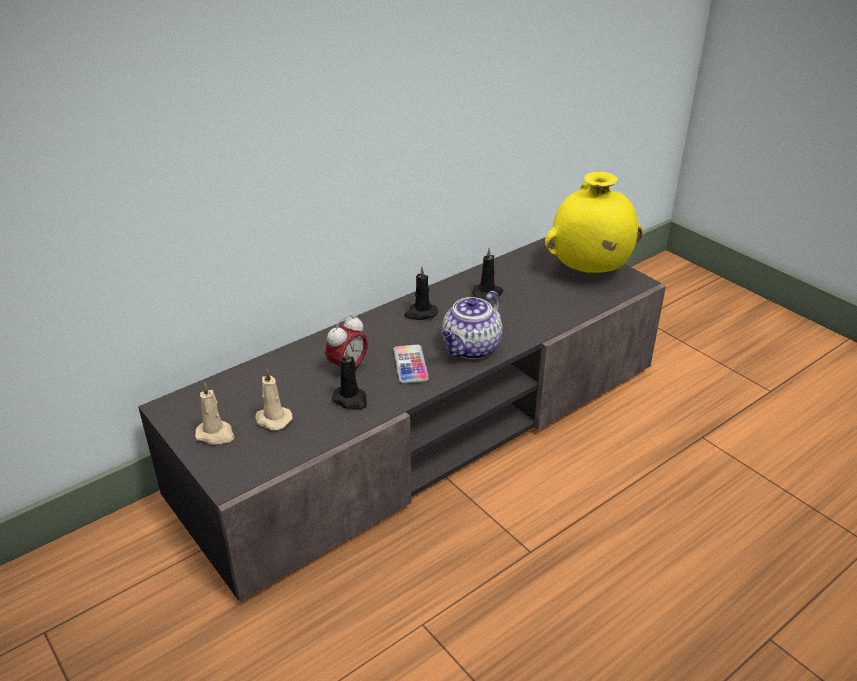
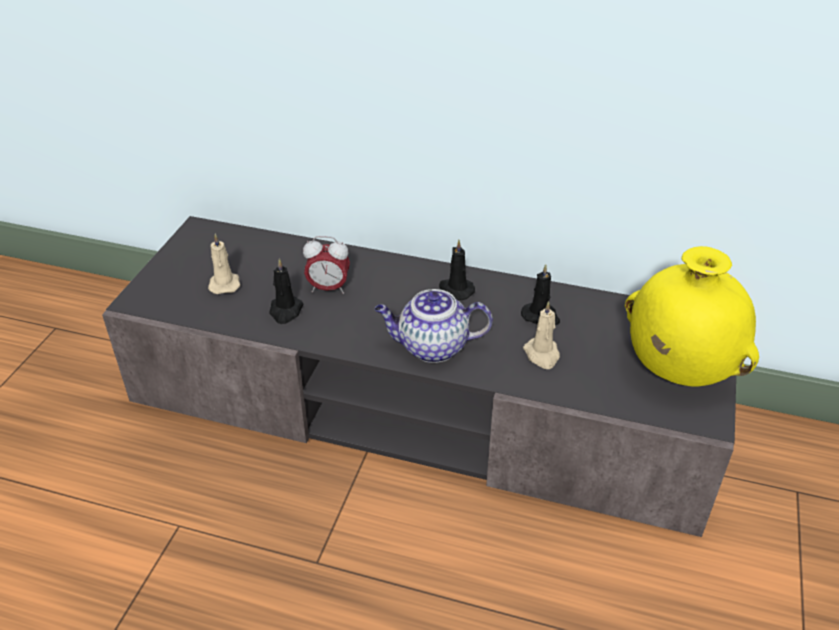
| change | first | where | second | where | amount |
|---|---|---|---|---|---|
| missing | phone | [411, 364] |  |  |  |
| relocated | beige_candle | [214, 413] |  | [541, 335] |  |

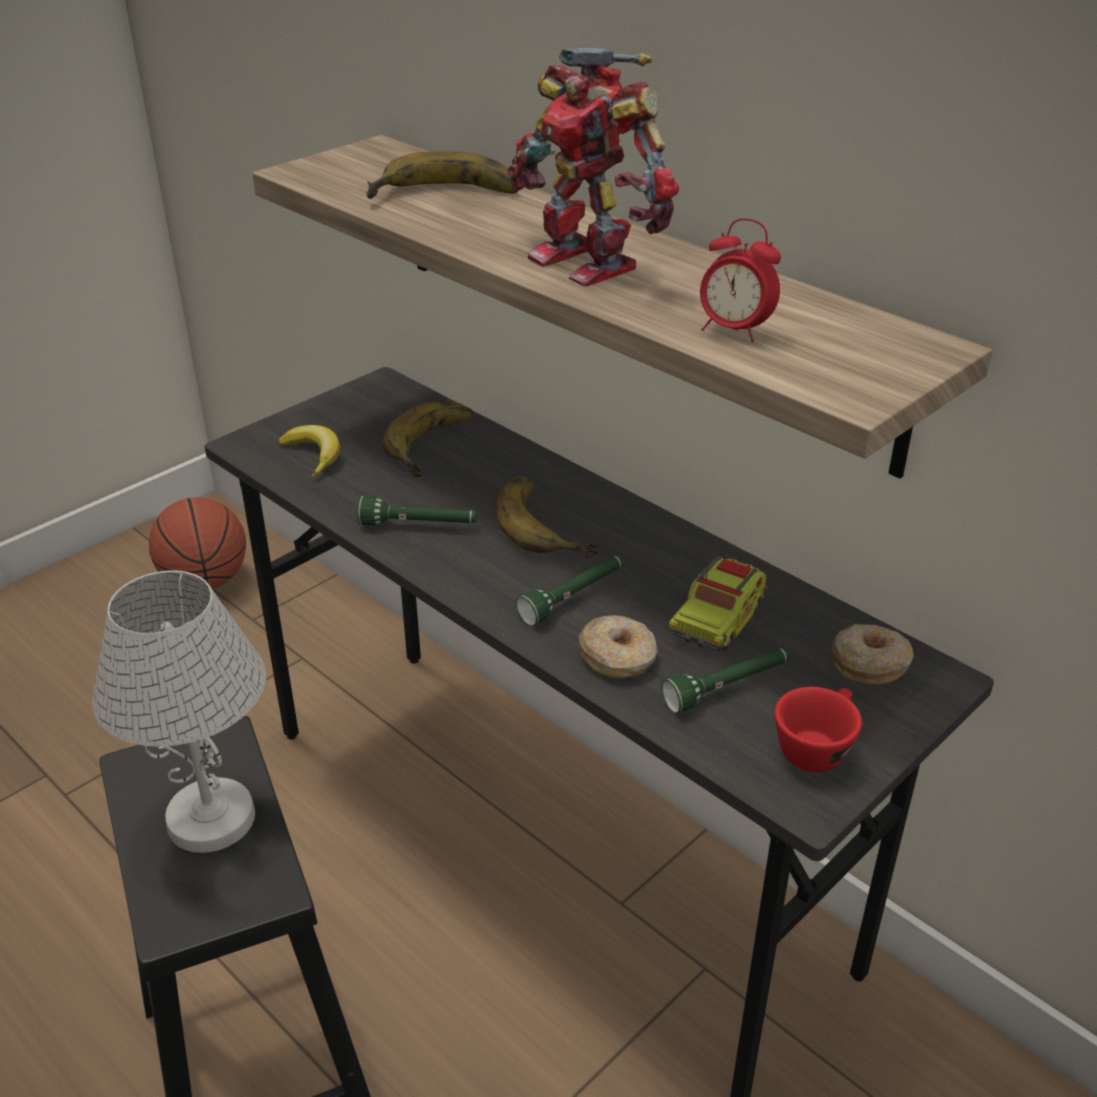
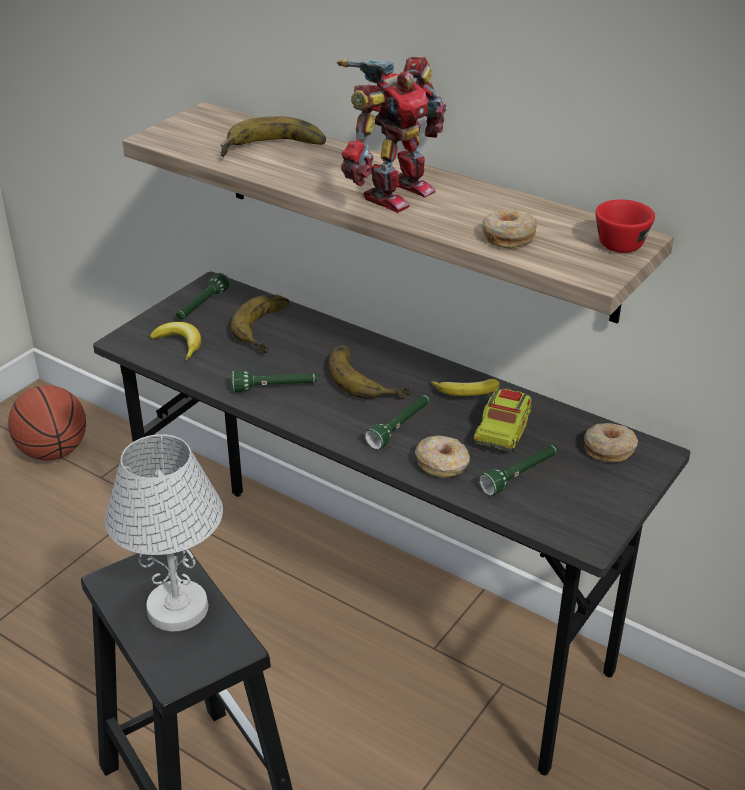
| change | first | where | second | where | amount |
|---|---|---|---|---|---|
| appeared |  |  | green_flashlight | [203, 296] |  |
| appeared |  |  | banana | [465, 387] |  |
| relocated | red_cup | [818, 729] |  | [625, 226] |  |
| exchanged | alarm_clock | [740, 280] | donut | [509, 229] |  |
| spun | toy_robot | [593, 167] |  | [392, 134] | 90 degrees counterclockwise |

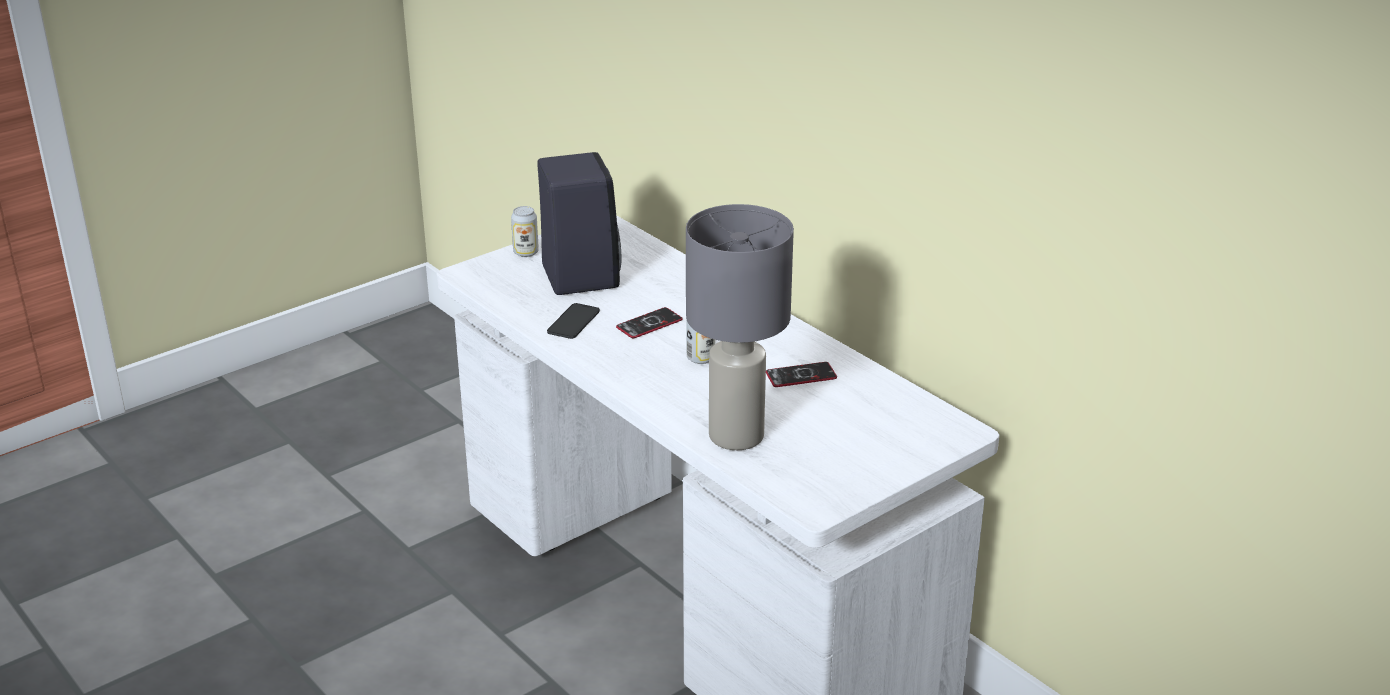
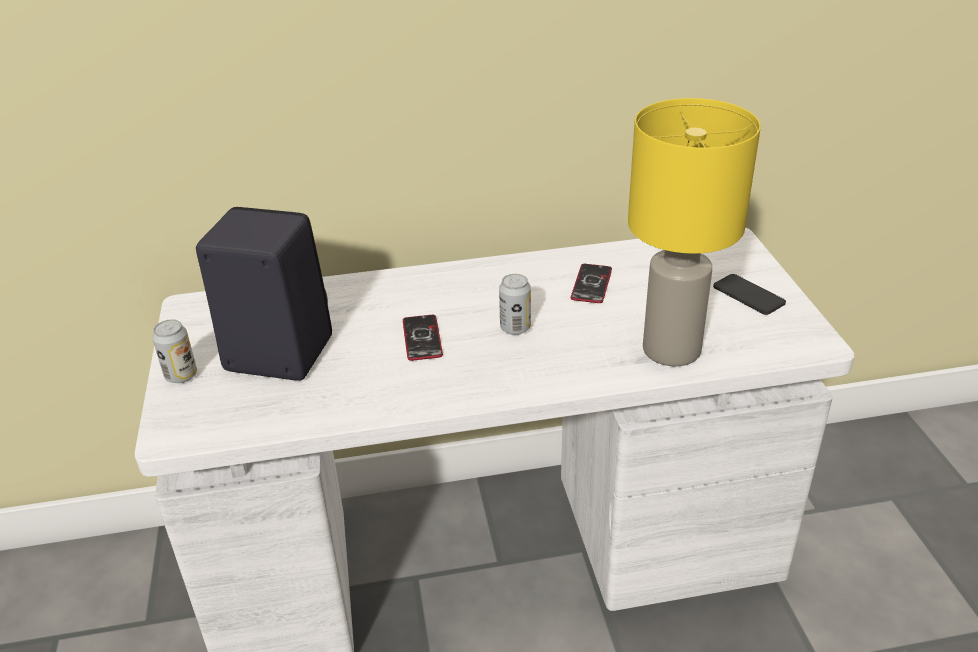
| change | first | where | second | where | amount |
|---|---|---|---|---|---|
| relocated | phone | [573, 321] |  | [749, 294] |  |
| colour | grey_table_lamp | [740, 327] | yellow_table_lamp | [694, 232] |  |

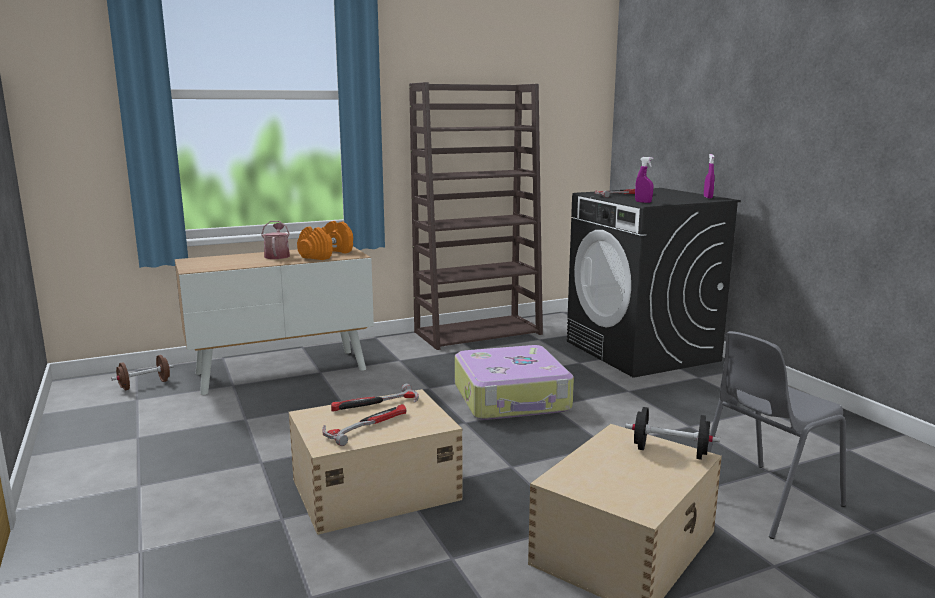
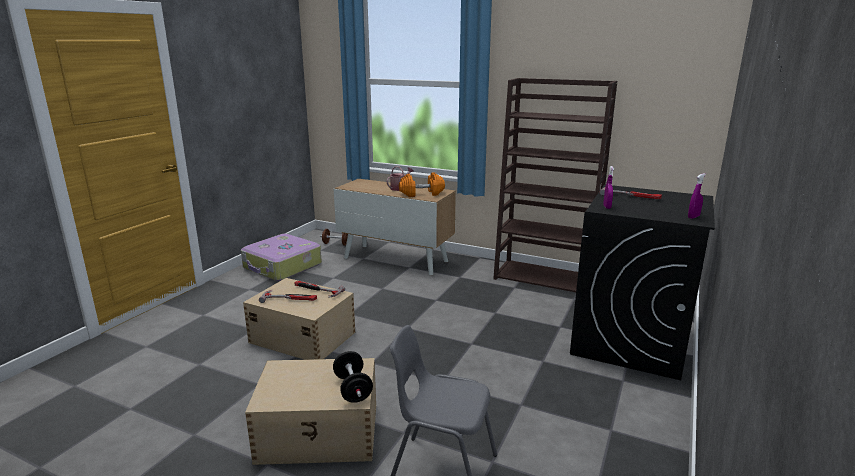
| change | first | where | second | where | amount |
|---|---|---|---|---|---|
| relocated | suitcase | [514, 382] |  | [281, 257] |  |

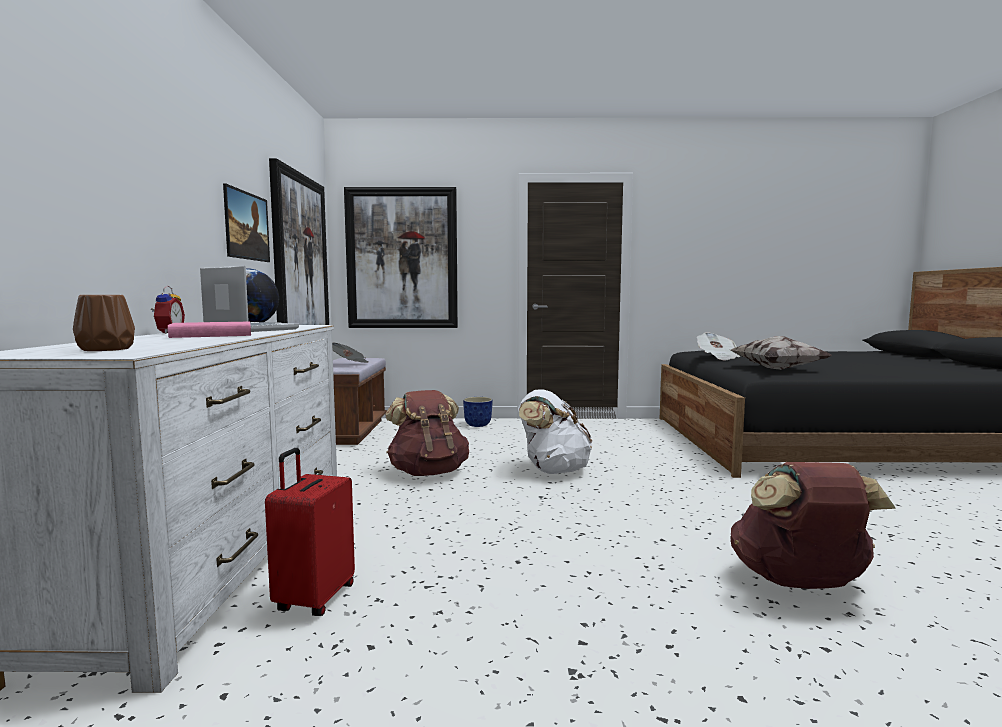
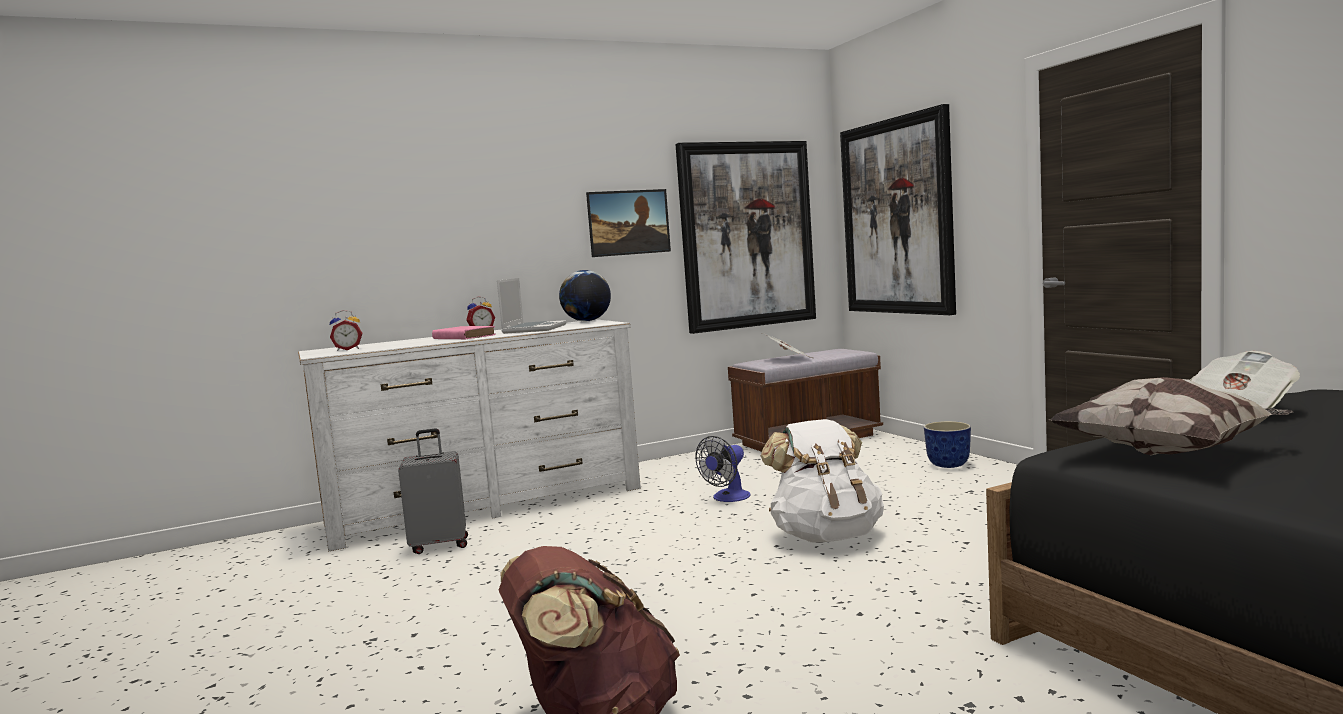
| change | first | where | second | where | amount |
|---|---|---|---|---|---|
| exchanged | brown_vase | [104, 323] | alarm_clock | [346, 330] |  |
| exchanged | brown_backpack | [427, 433] | fan | [723, 469] |  |
| colour | red_suitcase | [310, 532] | grey_suitcase | [433, 491] |  |

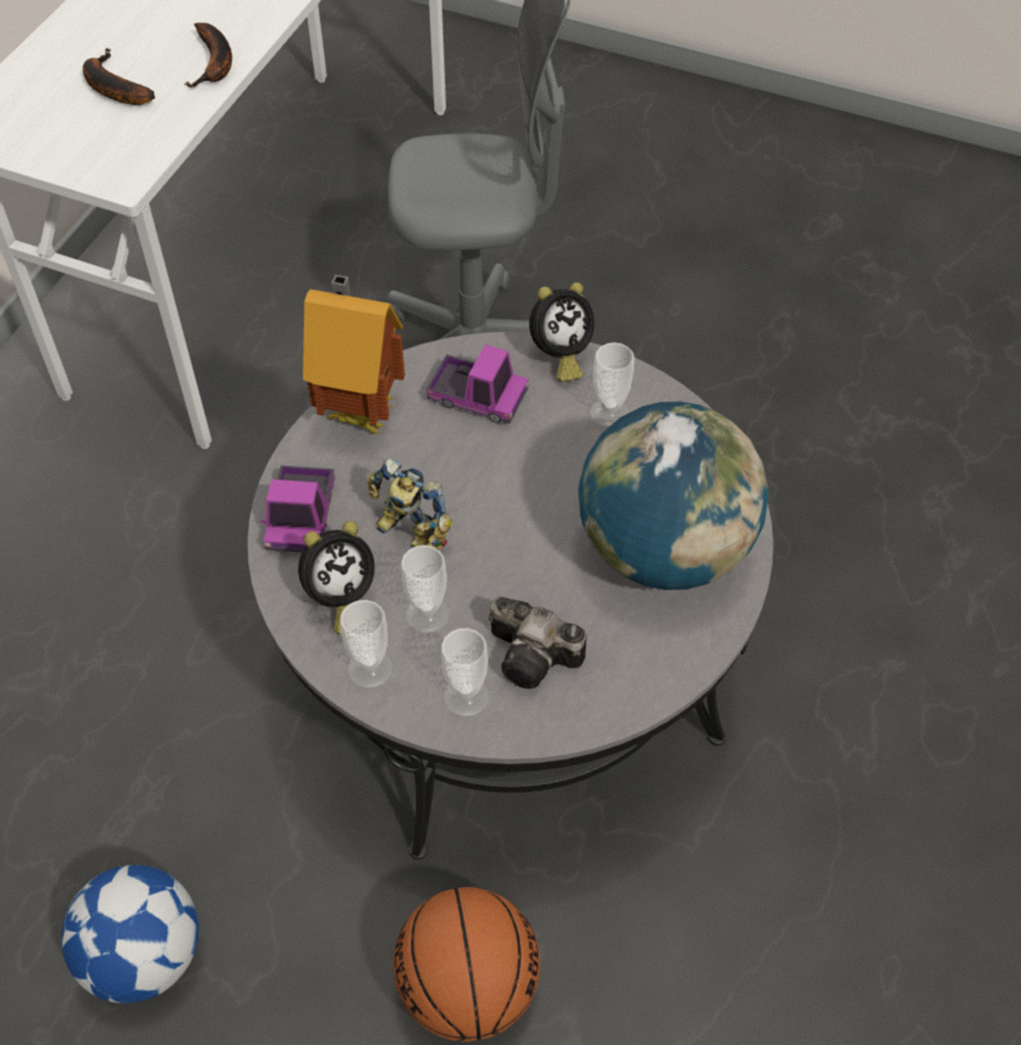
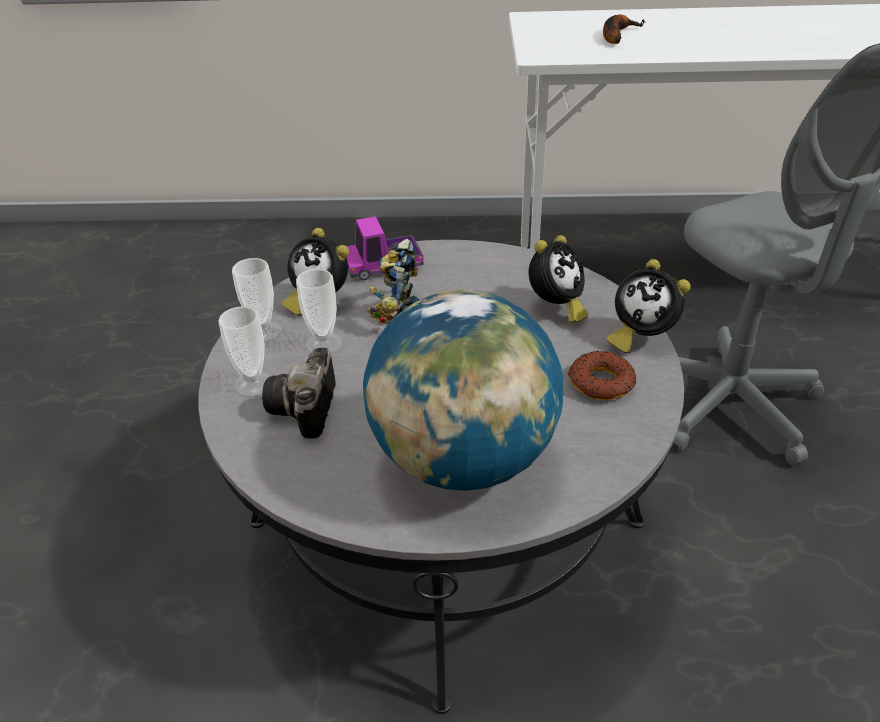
| change | first | where | second | where | amount |
|---|---|---|---|---|---|
| missing | football | [130, 934] |  |  |  |
| missing | banana | [208, 55] |  |  |  |
| missing | toy_house | [354, 354] |  |  |  |
| missing | basketball | [466, 964] |  |  |  |
| exchanged | toy_truck | [477, 384] | alarm_clock | [558, 279] |  |
| exchanged | cup | [612, 385] | donut | [601, 375] |  |

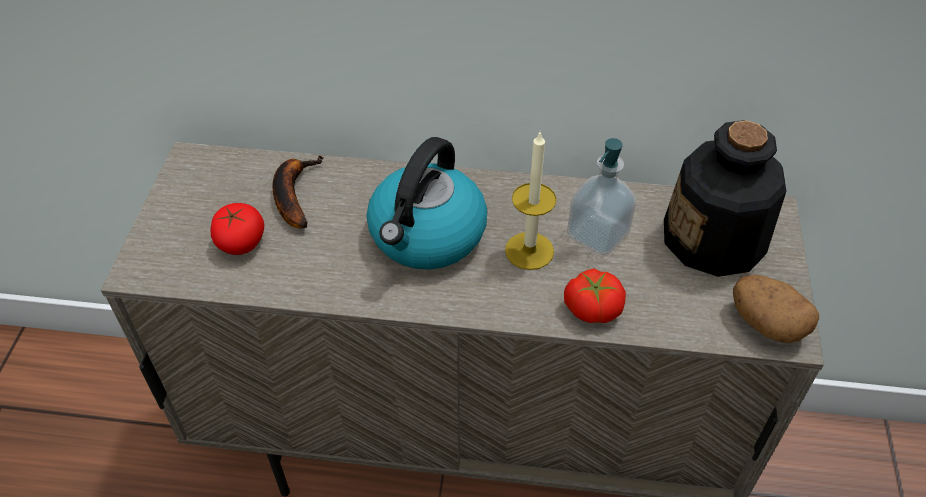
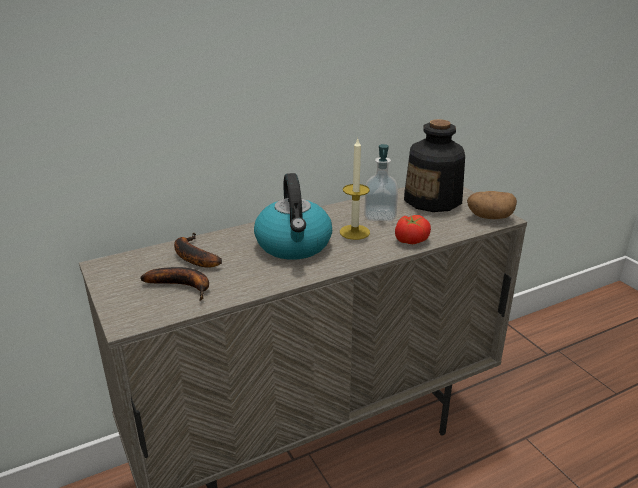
| change | first | where | second | where | amount |
|---|---|---|---|---|---|
| exchanged | tomato | [237, 229] | banana | [174, 284] |  |

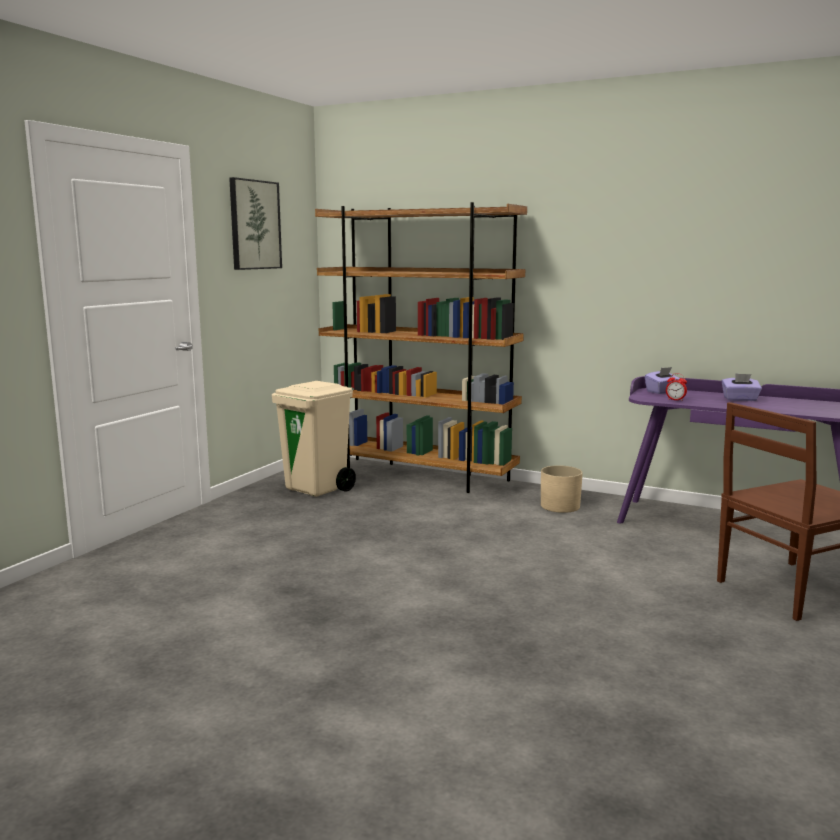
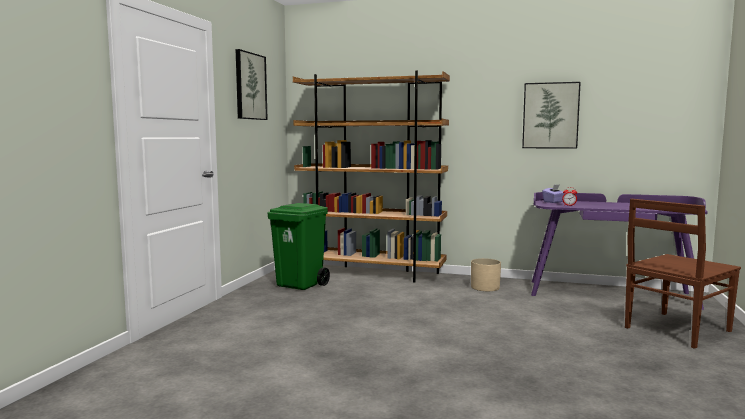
| change | first | where | second | where | amount |
|---|---|---|---|---|---|
| missing | purple_tissue_box | [742, 387] |  |  |  |
| appeared |  |  | picture | [551, 115] |  |
| colour | beige_trash_can | [314, 439] | green_trash_can | [299, 246] |  |

